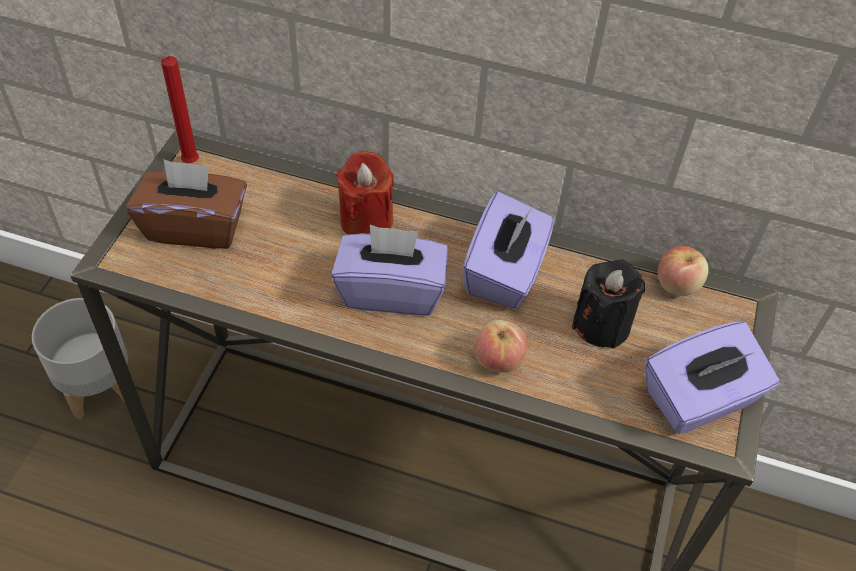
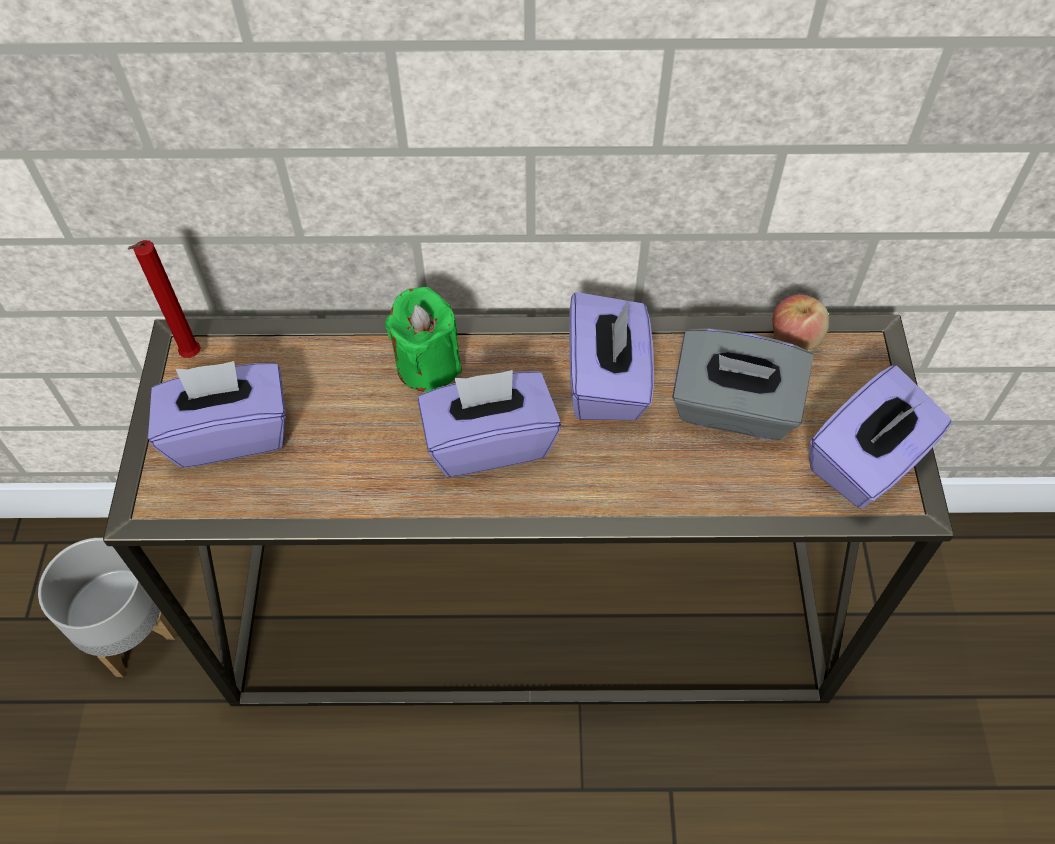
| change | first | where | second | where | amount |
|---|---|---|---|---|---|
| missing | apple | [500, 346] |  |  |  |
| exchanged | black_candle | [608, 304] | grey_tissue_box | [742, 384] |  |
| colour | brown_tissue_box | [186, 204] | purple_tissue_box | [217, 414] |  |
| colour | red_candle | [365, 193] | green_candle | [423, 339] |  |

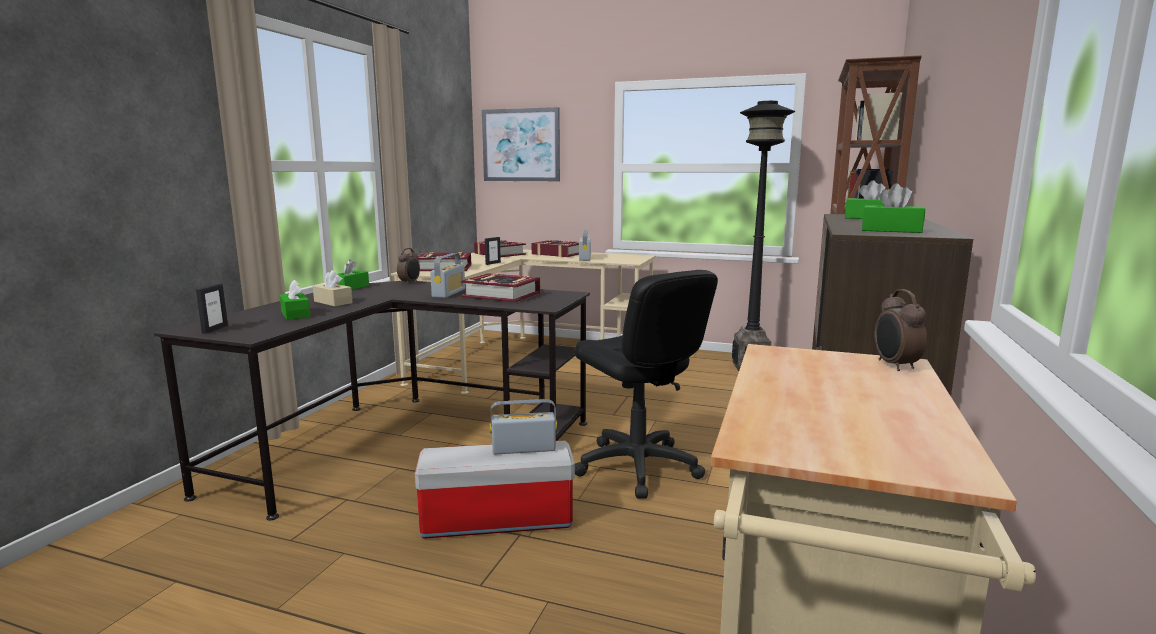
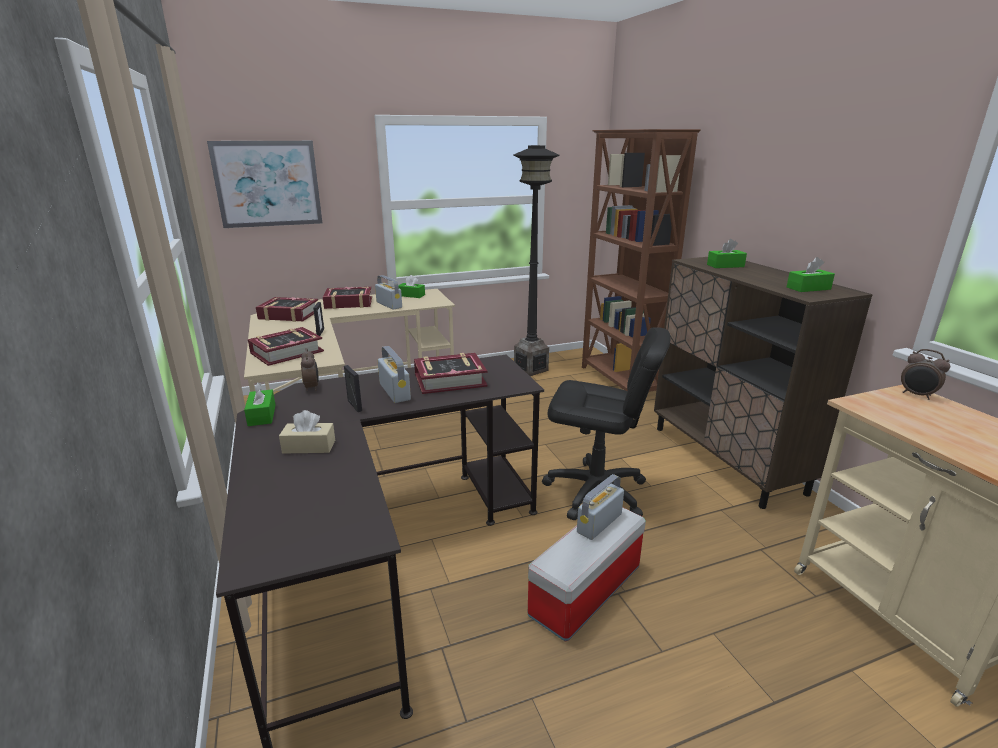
| change | first | where | second | where | amount |
|---|---|---|---|---|---|
| relocated | picture_frame | [212, 309] |  | [353, 388] |  |
| relocated | green_tissue_box | [295, 300] |  | [411, 286] |  |

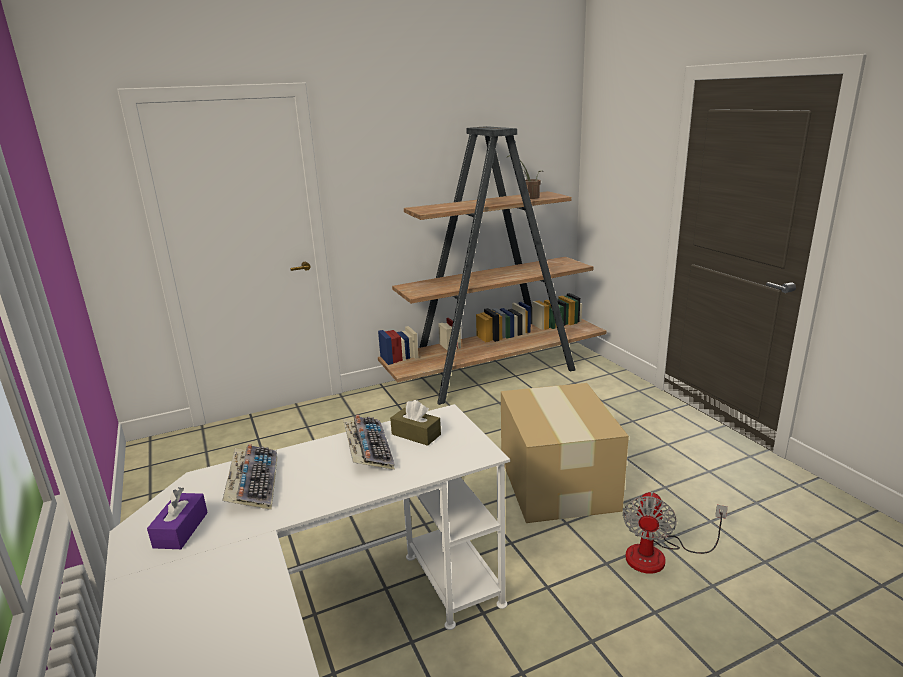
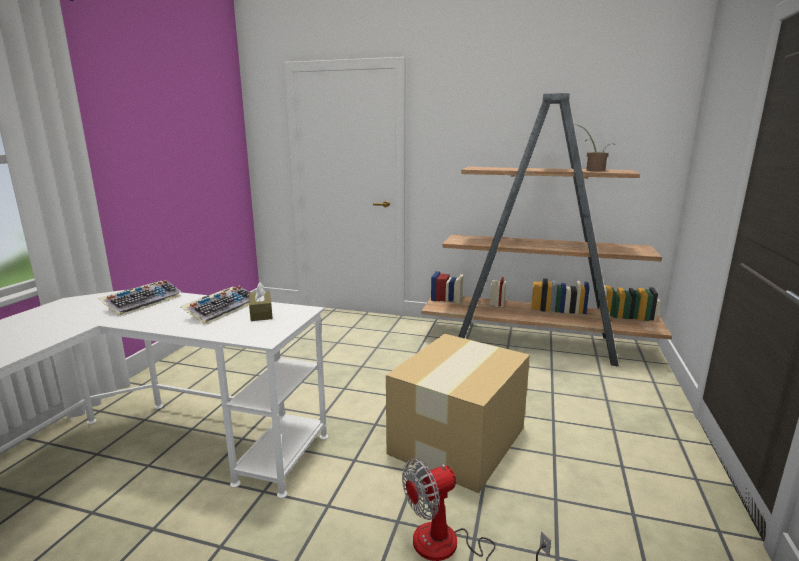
| change | first | where | second | where | amount |
|---|---|---|---|---|---|
| missing | purple_tissue_box | [177, 518] |  |  |  |

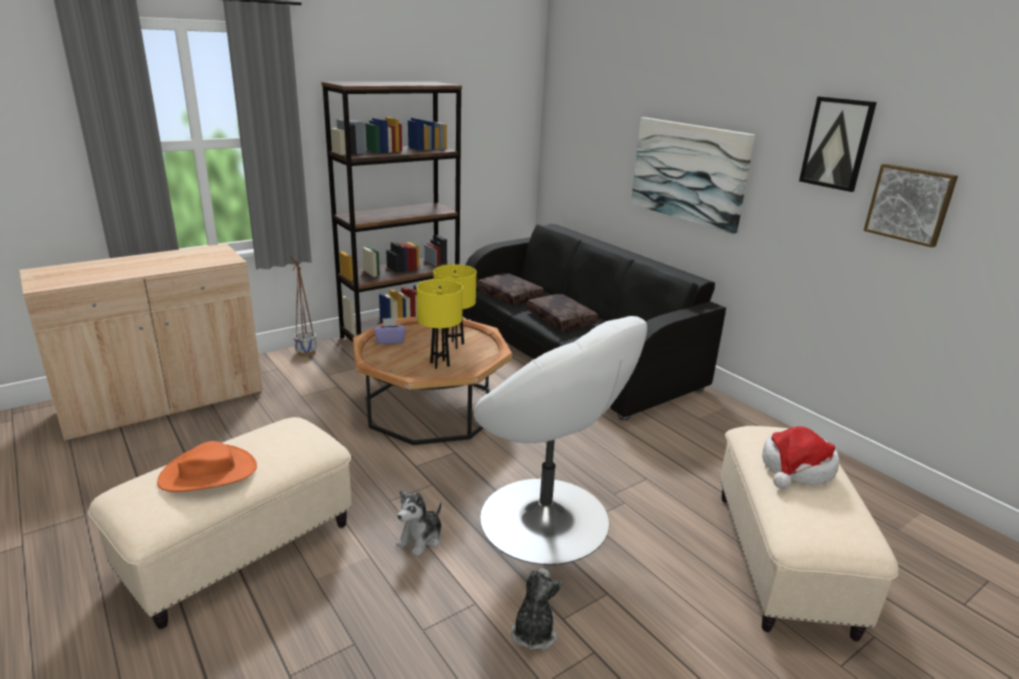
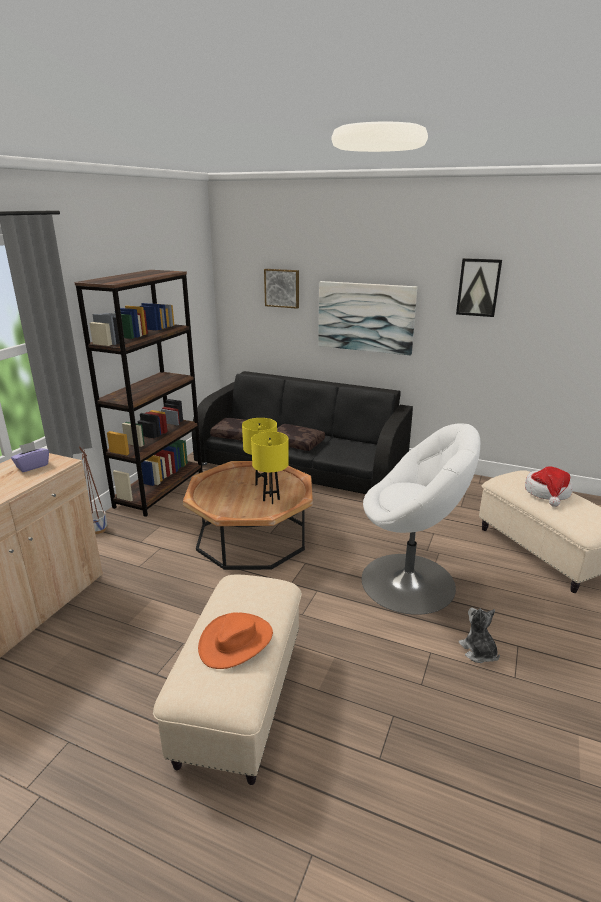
| change | first | where | second | where | amount |
|---|---|---|---|---|---|
| missing | plush_toy | [419, 523] |  |  |  |
| relocated | purple_tissue_box | [390, 331] |  | [30, 457] |  |
| relocated | picture | [911, 205] |  | [281, 289] |  |

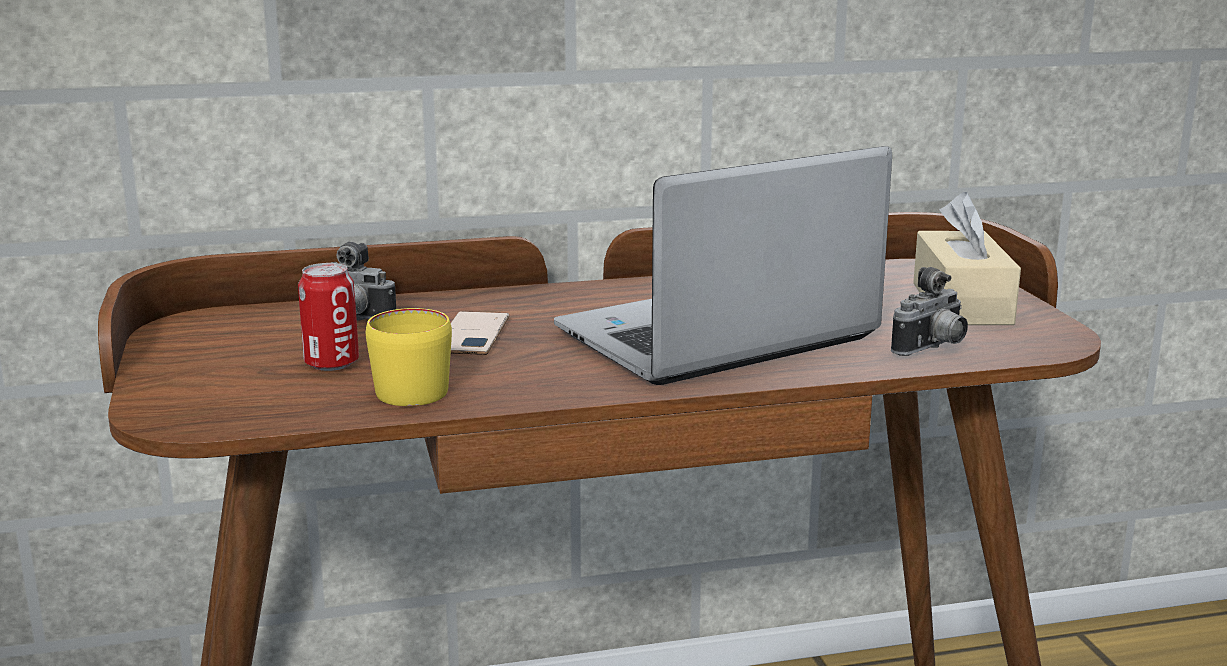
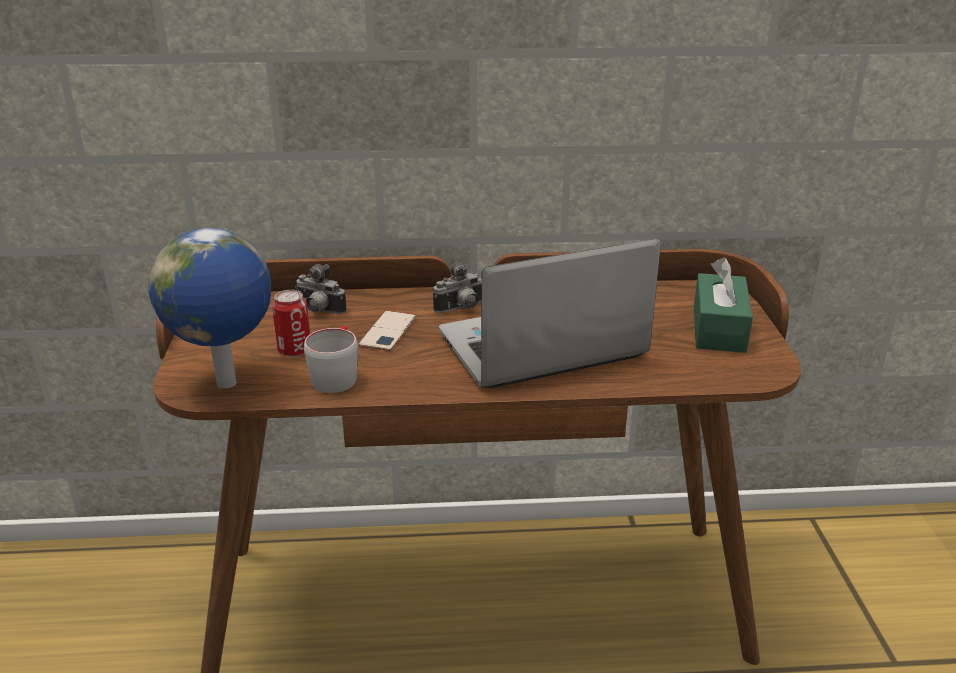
| change | first | where | second | where | amount |
|---|---|---|---|---|---|
| appeared |  |  | globe | [209, 308] |  |
| relocated | photo_camera | [929, 311] |  | [457, 287] |  |
| colour | yellow_mug | [408, 357] | grey_mug | [331, 359] |  |
| colour | beige_tissue_box | [967, 258] | green_tissue_box | [723, 305] |  |

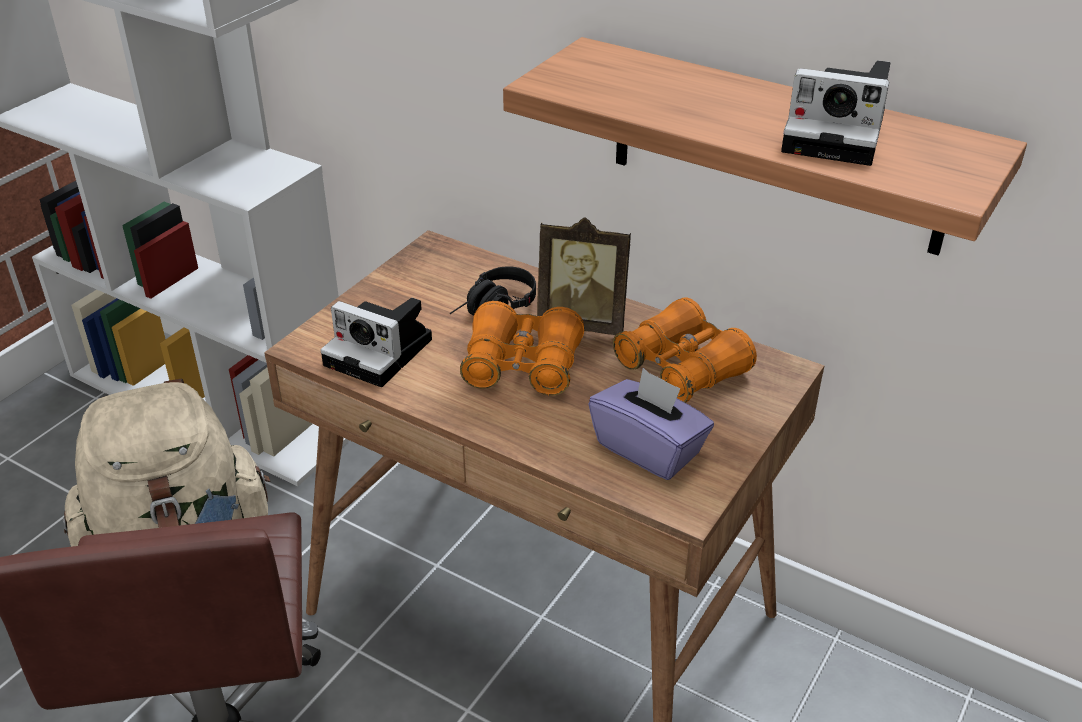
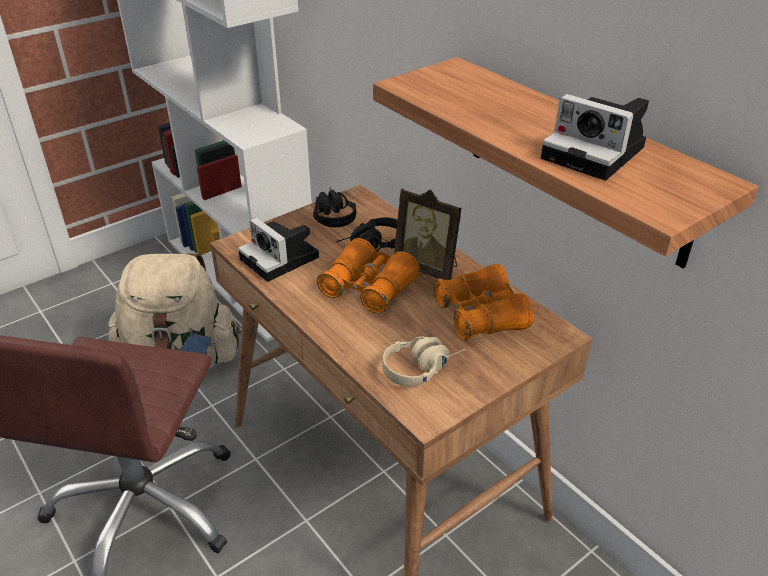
| change | first | where | second | where | amount |
|---|---|---|---|---|---|
| appeared |  |  | black_headphones | [334, 207] |  |
| exchanged | purple_tissue_box | [651, 424] | beige_headphones | [424, 361] |  |

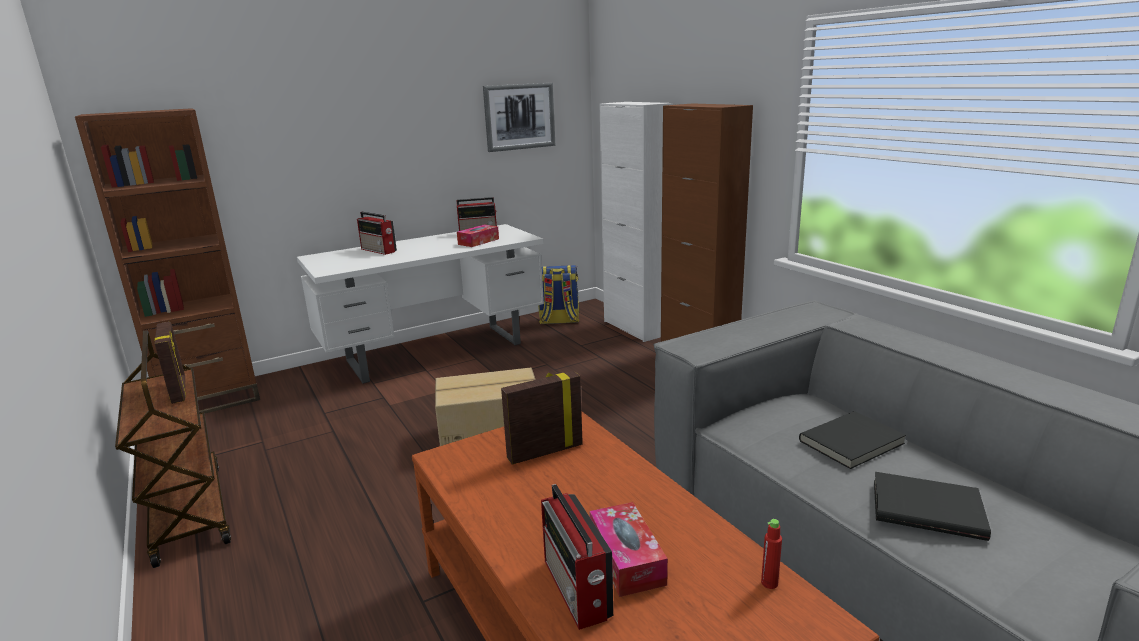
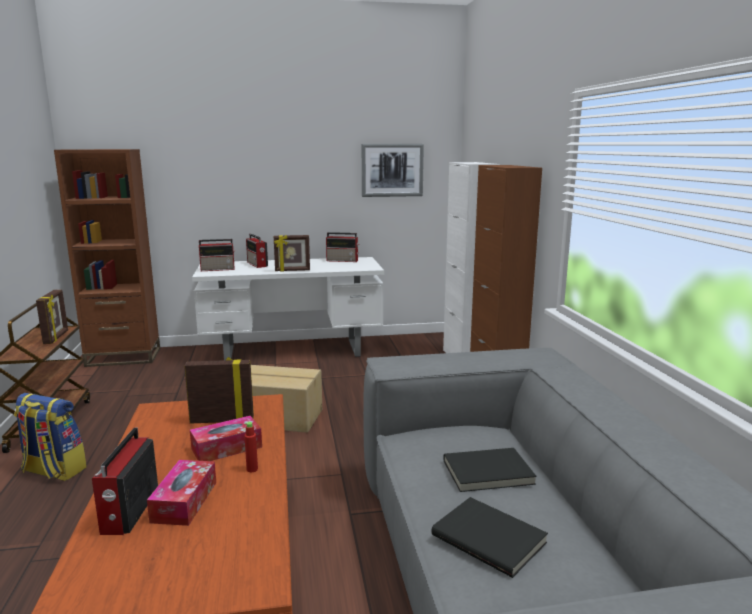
| change | first | where | second | where | amount |
|---|---|---|---|---|---|
| appeared |  |  | radio | [217, 255] |  |
| appeared |  |  | picture_frame | [292, 253] |  |
| relocated | tissue_box | [478, 235] |  | [226, 438] |  |
| relocated | backpack | [559, 294] |  | [50, 437] |  |
| relocated | red_bottle | [771, 554] |  | [251, 447] |  |

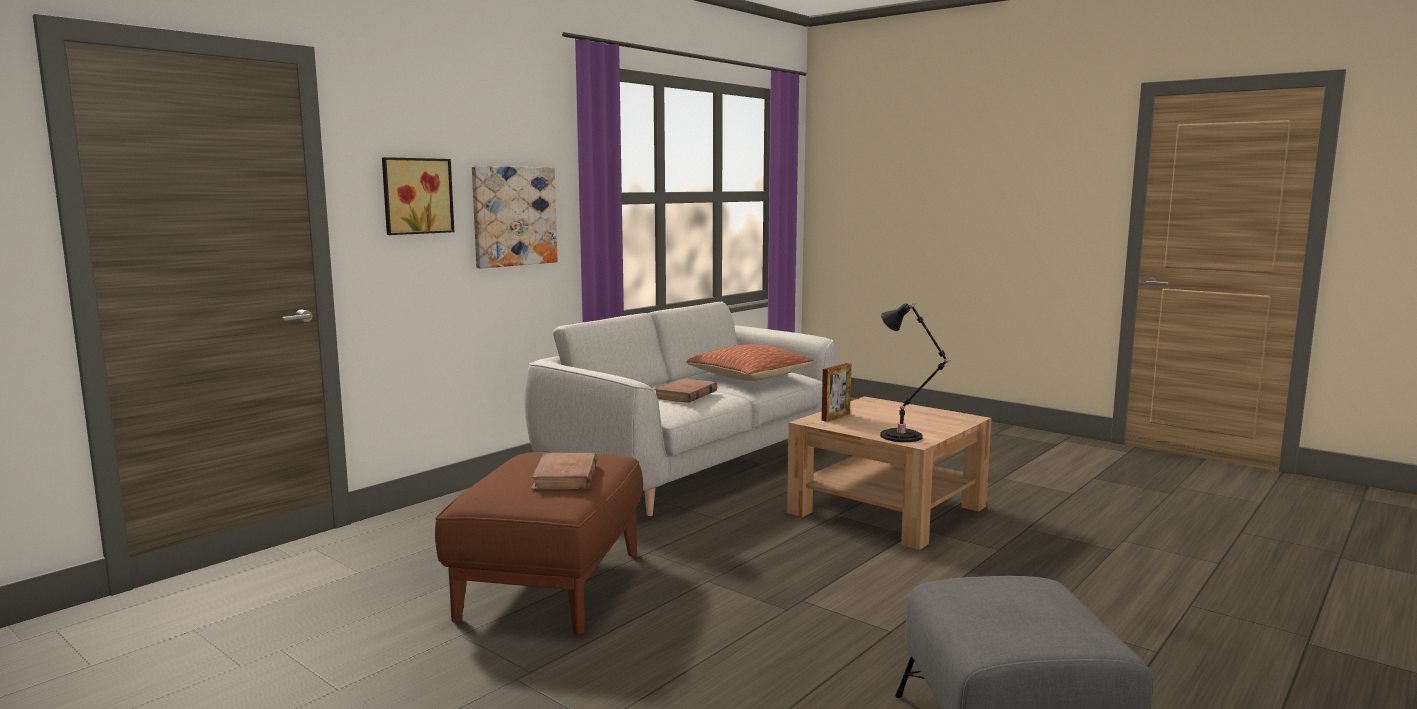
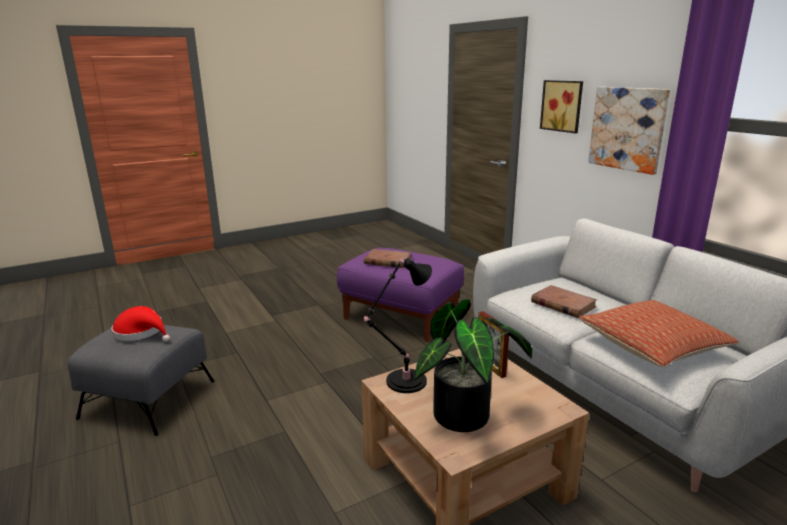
| change | first | where | second | where | amount |
|---|---|---|---|---|---|
| appeared |  |  | red_hat | [140, 324] |  |
| appeared |  |  | potted_plant | [473, 365] |  |
| colour | brown_ottoman | [539, 543] | purple_ottoman | [400, 295] |  |

